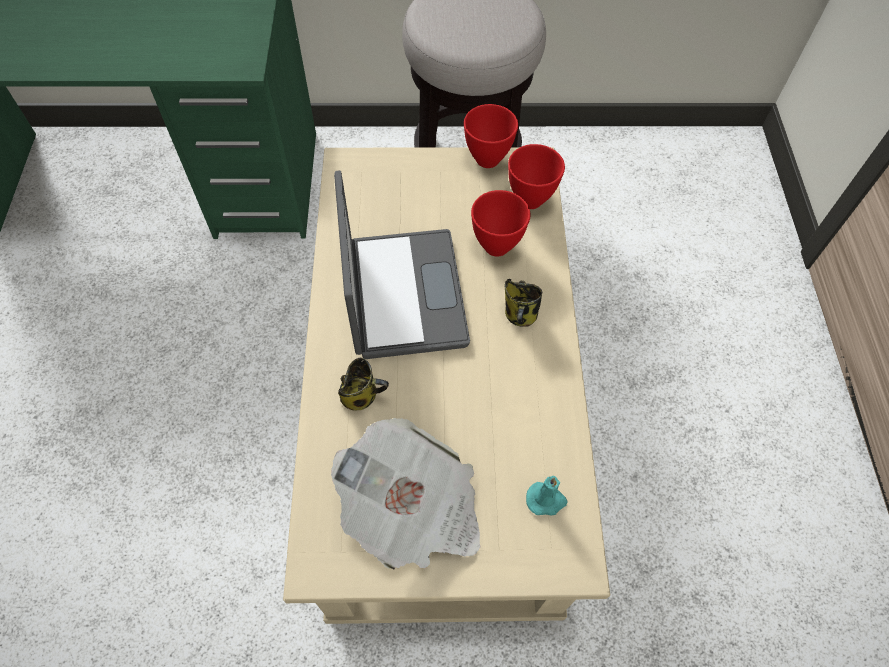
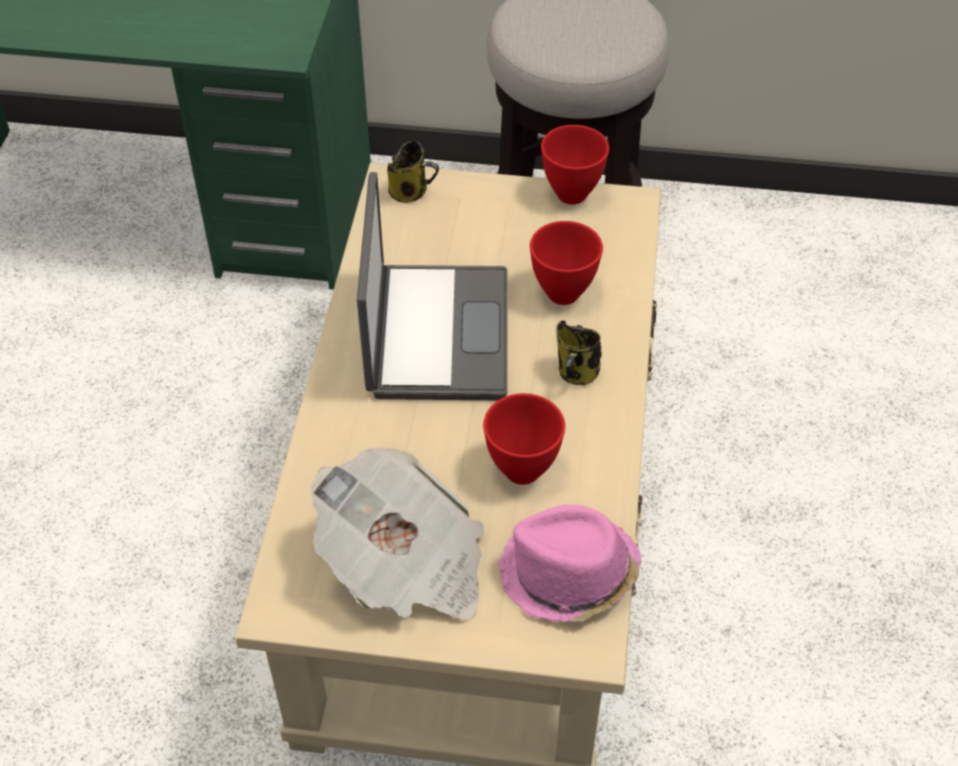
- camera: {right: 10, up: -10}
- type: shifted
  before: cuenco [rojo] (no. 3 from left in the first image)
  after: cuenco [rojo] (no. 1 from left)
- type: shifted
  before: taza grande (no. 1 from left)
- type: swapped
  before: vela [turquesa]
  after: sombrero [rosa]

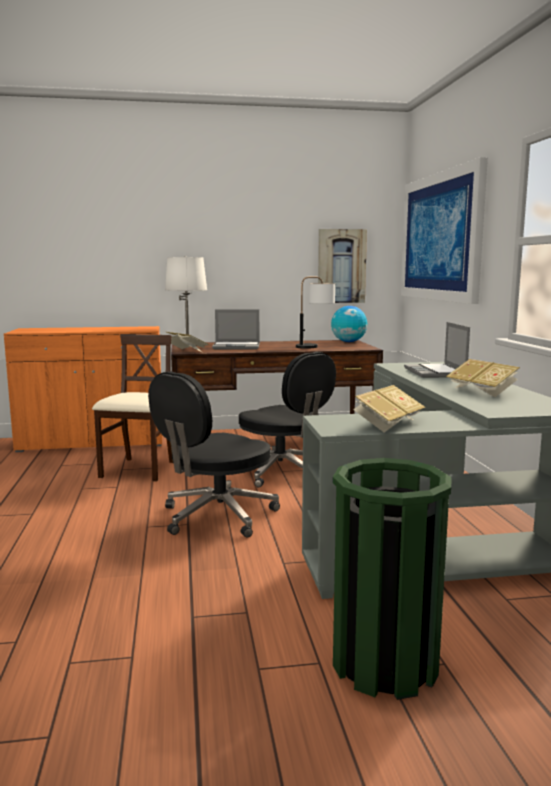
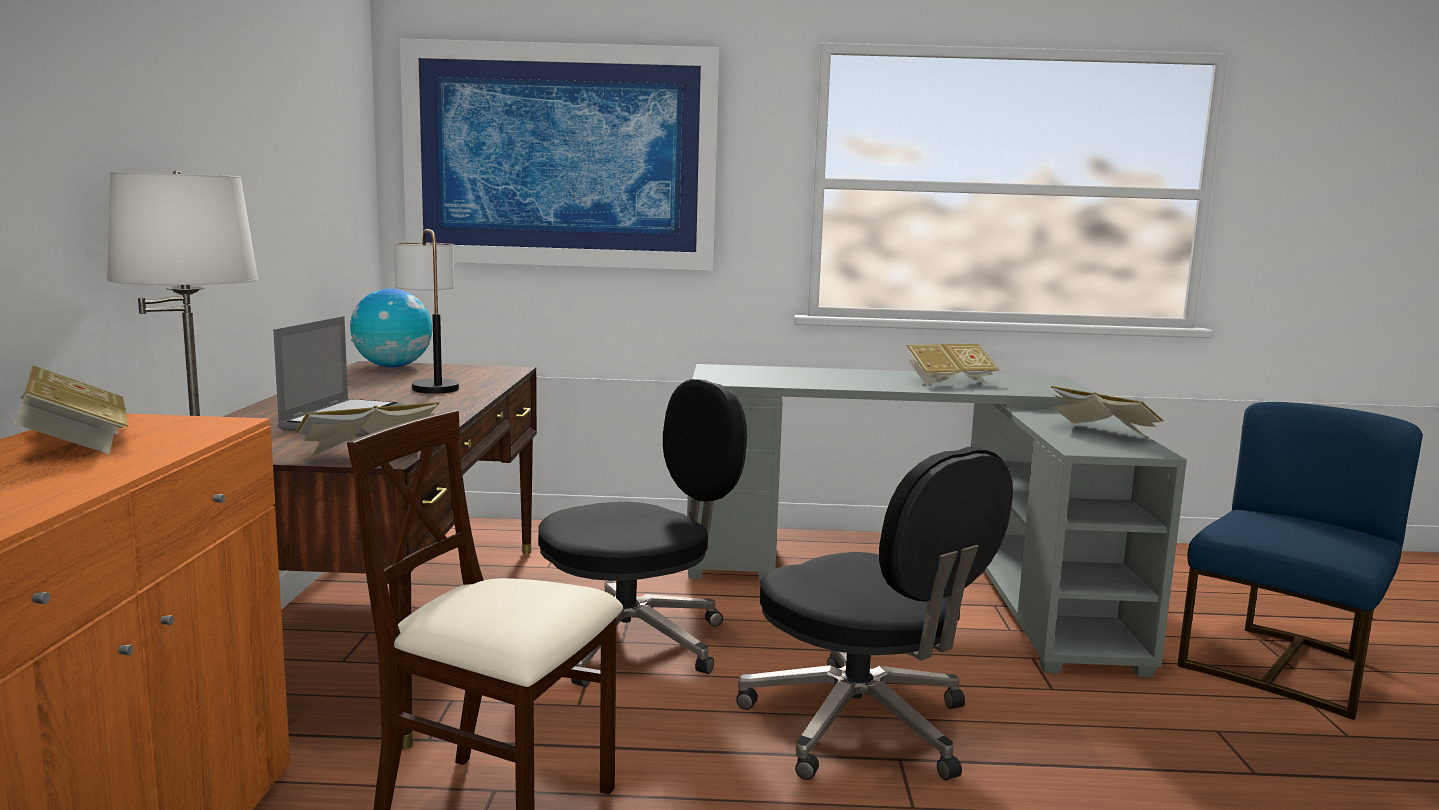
- camera: {right: -80, up: 0}
- type: gone
  before: cuadro (no. 1 from left)
- type: gone
  before: portátil (no. 2 from left)
- type: swapped
  before: papelera [verde]
  after: silla [azul]
- type: new
  after: libro (no. 1 from left)

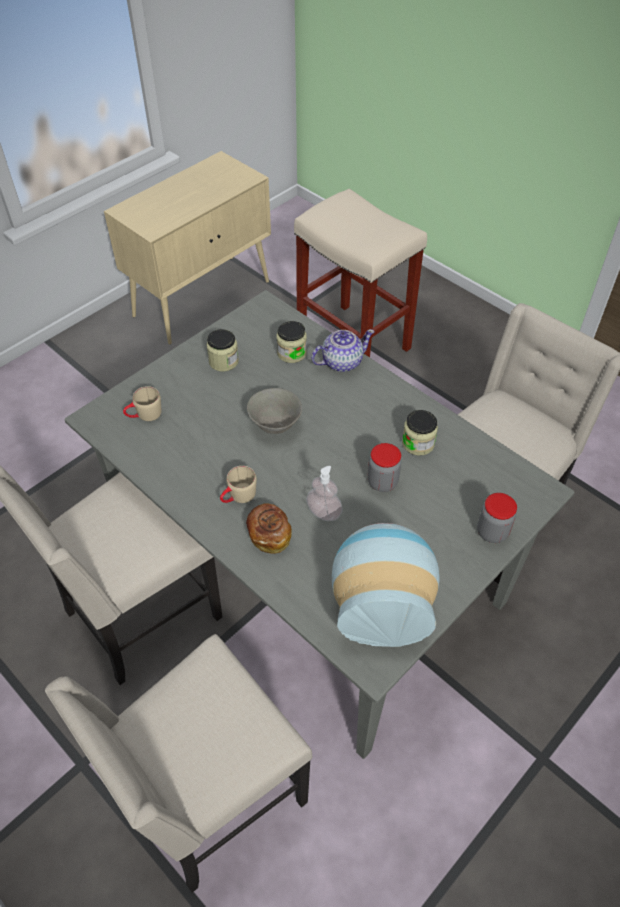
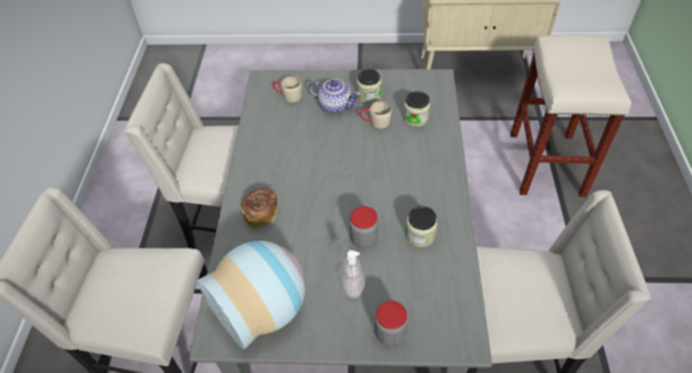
- camera: {right: 50, up: 0}
- type: shifted
  before: tetera
- type: gone
  before: cuenco [gris]
- type: shifted
  before: taza grande [beis] (no. 2 from left)
- type: shifted
  before: dispensador de jabón

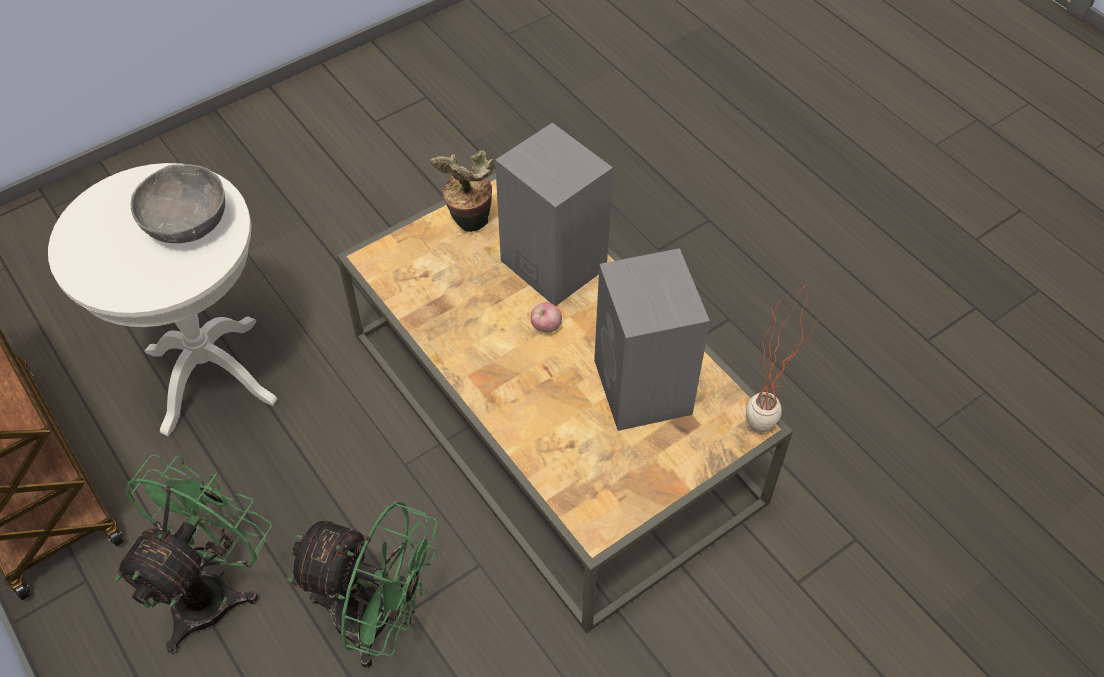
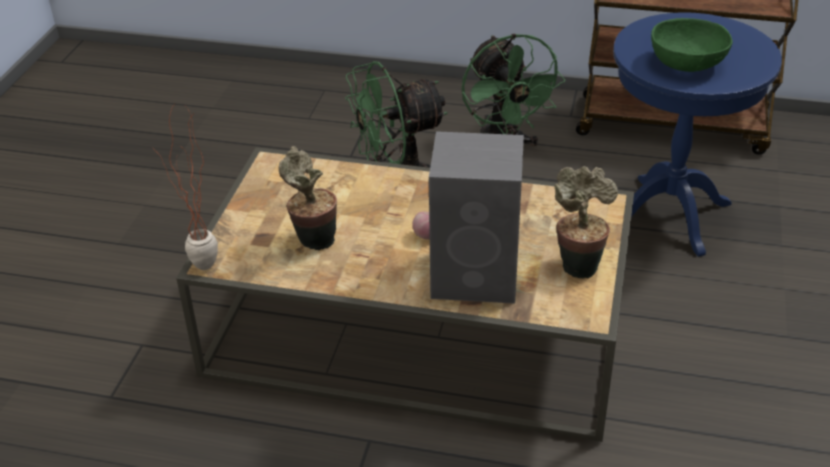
- camera: {right: 140, up: -15}
- type: repainted
  before: mesa auxiliar [blanco]
  after: mesa auxiliar [azul]
- type: repainted
  before: cuenco [gris]
  after: cuenco [verde]
- type: swapped
  before: altavoz [gris] (no. 2 from left)
  after: planta en maceta (no. 2 from left)

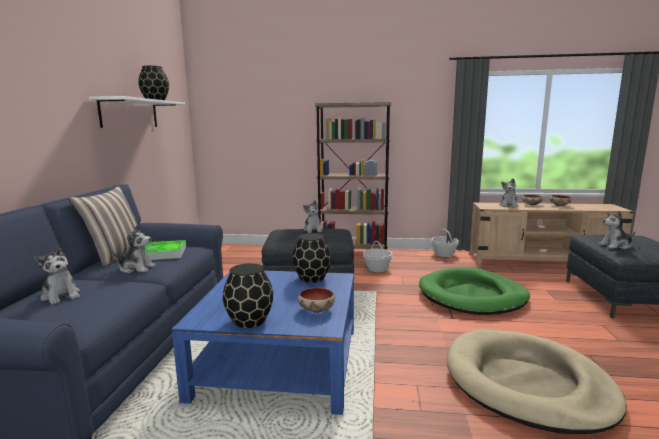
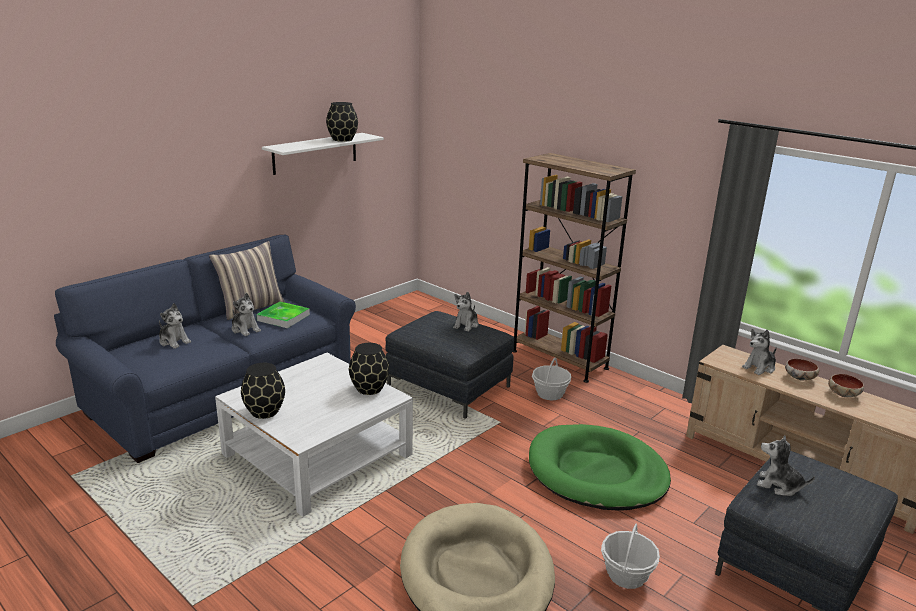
- camera: {right: 35, up: 10}
- type: shifted
  before: cesta (no. 2 from left)
- type: rotated
  before: peluche (no. 1 from left)
  turn: -45
- type: repainted
  before: mesa de centro [azul]
  after: mesa de centro [blanco]
- type: gone
  before: cuenco (no. 1 from left)

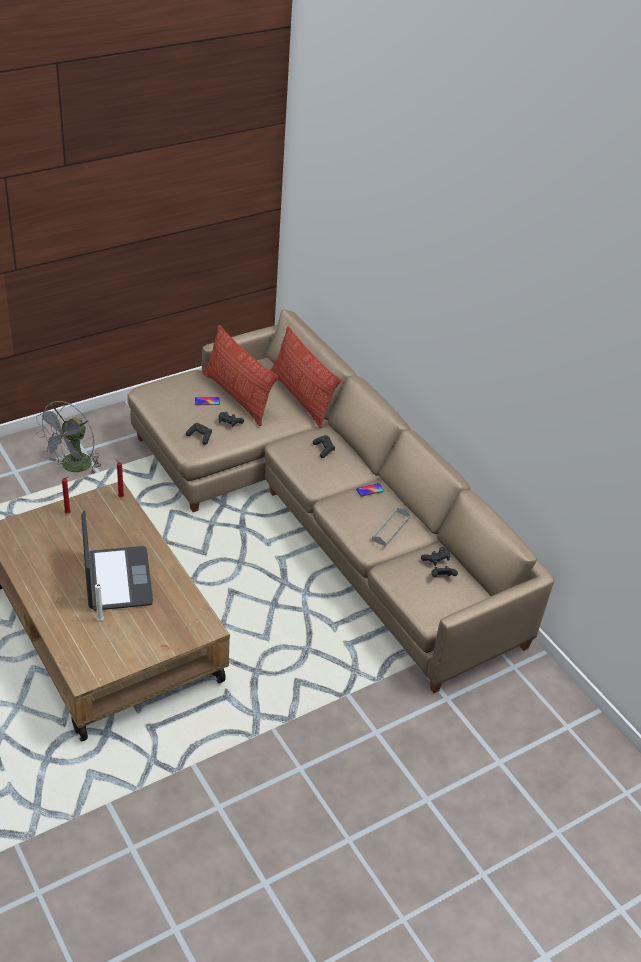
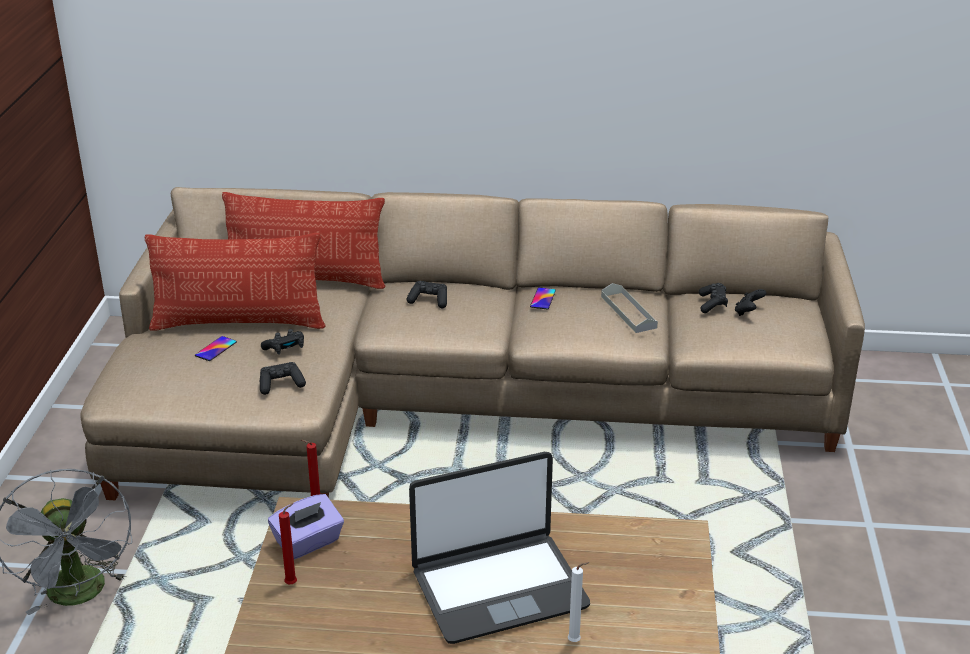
- camera: {right: -50, up: -10}
- type: rotated
  before: portátil
  turn: 135
- type: new
  after: caja de pañuelos [morado]

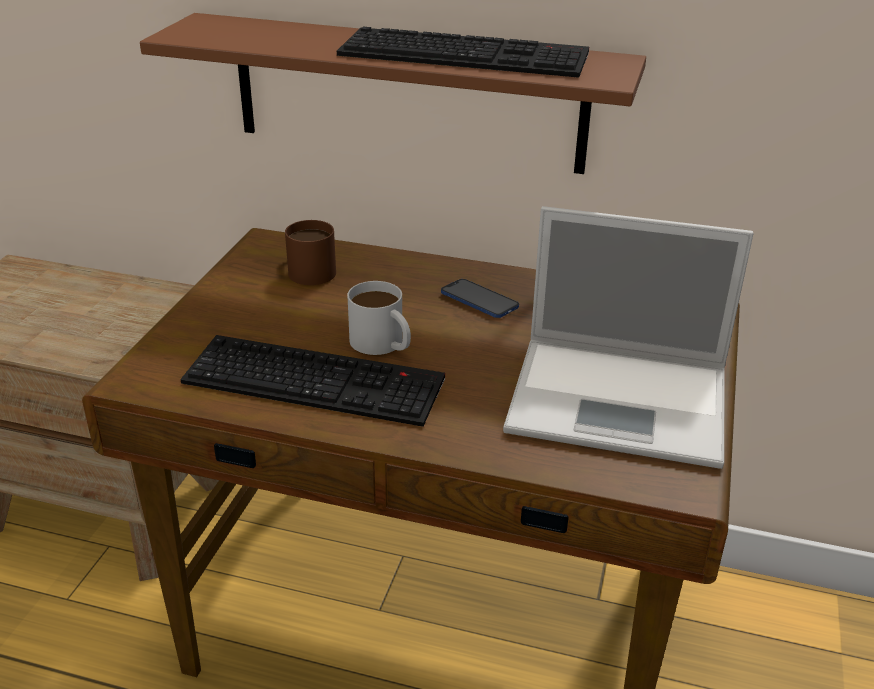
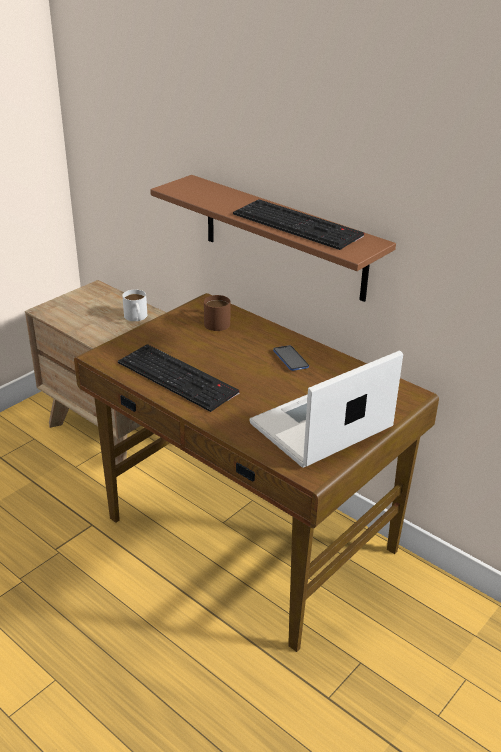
- camera: {right: 25, up: 0}
- type: rotated
  before: portátil
  turn: 105
- type: shifted
  before: taza grande [blanco]

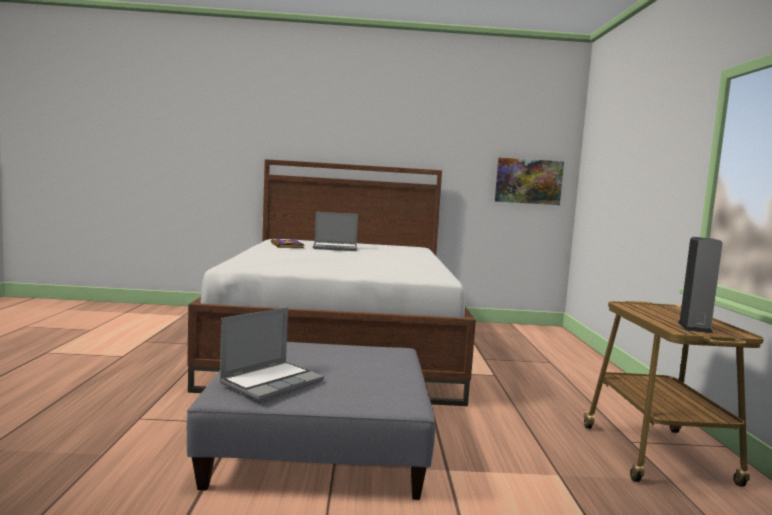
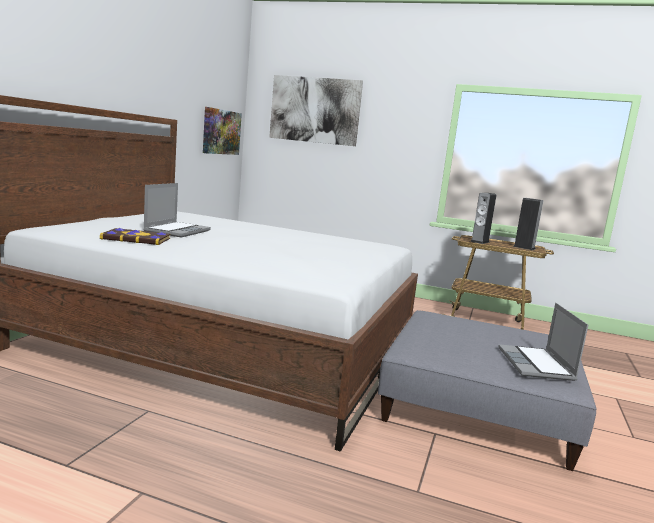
- camera: {right: -70, up: 5}
- type: rotated
  before: portátil (no. 1 from left in the first image)
  turn: -150
- type: new
  after: cuadro (no. 2 from left)
- type: new
  after: altavoz (no. 1 from left)

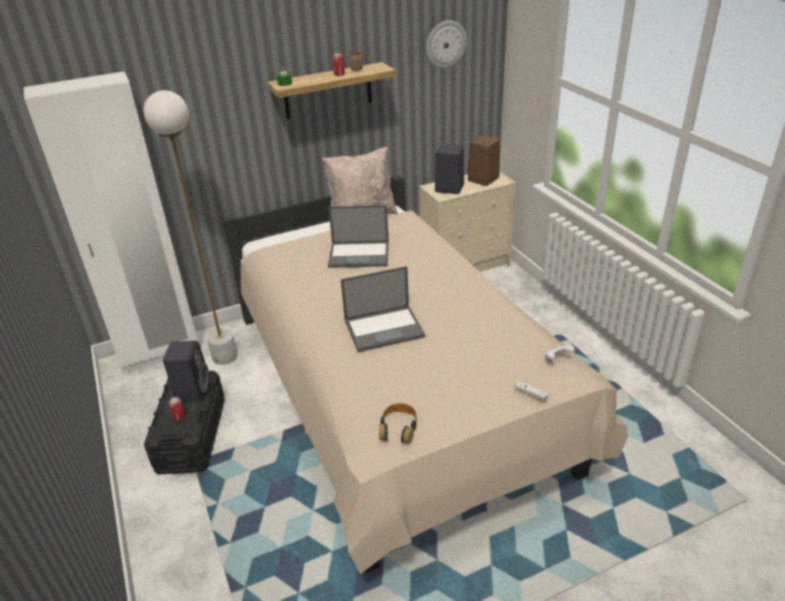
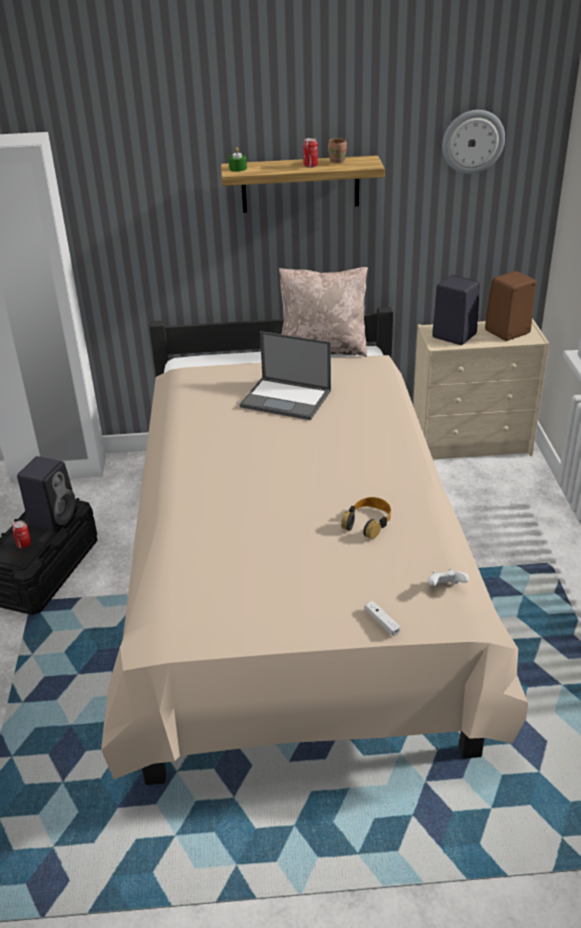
- camera: {right: 20, up: 0}
- type: gone
  before: lámpara de pie [blanco]
- type: gone
  before: portátil (no. 2 from left)
- type: shifted
  before: auriculares

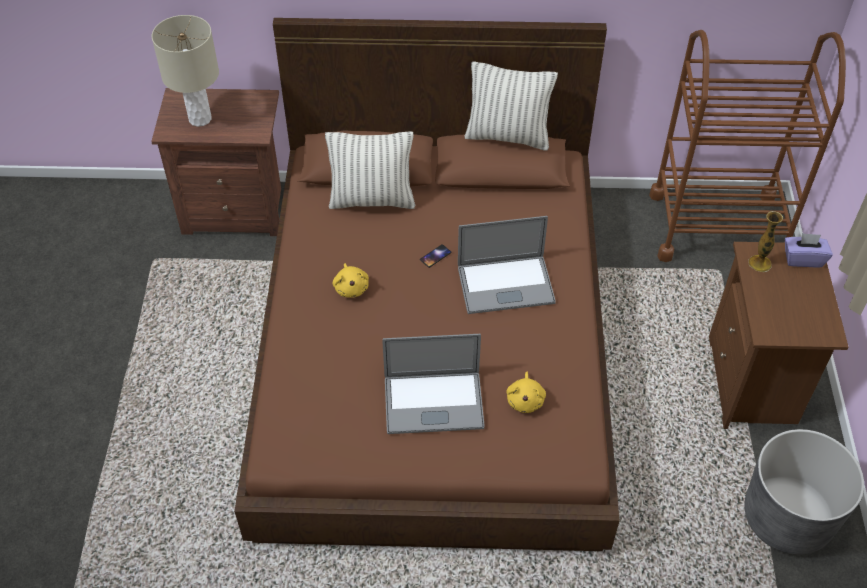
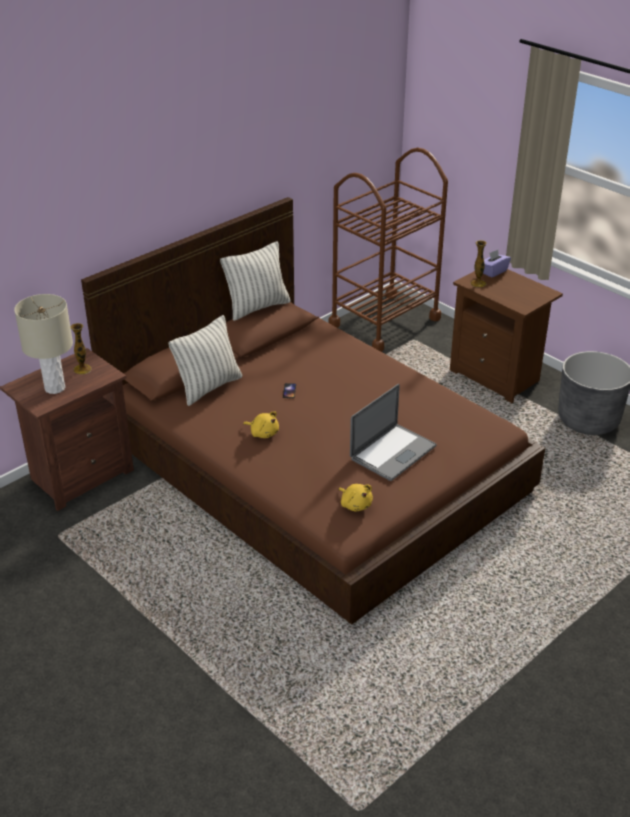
- camera: {right: -45, up: -15}
- type: gone
  before: portátil (no. 2 from left)
- type: shifted
  before: peluche [amarillo] (no. 2 from left)
- type: new
  after: florero (no. 1 from left)

